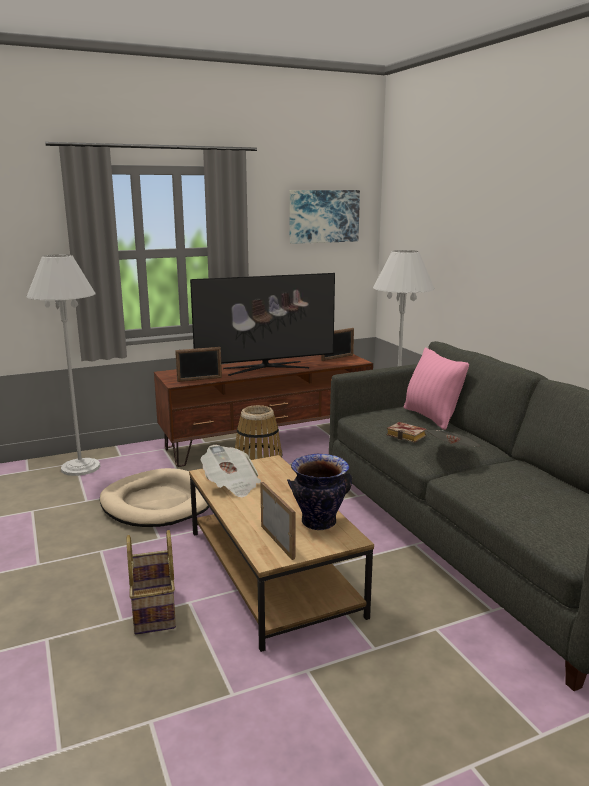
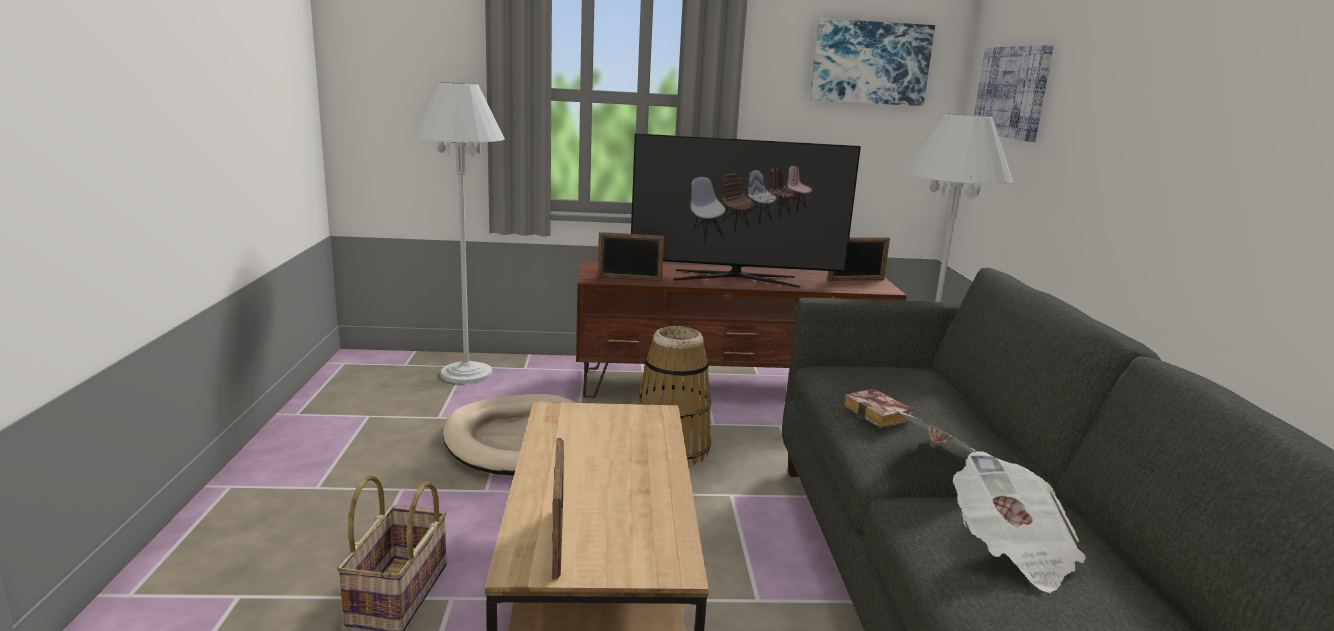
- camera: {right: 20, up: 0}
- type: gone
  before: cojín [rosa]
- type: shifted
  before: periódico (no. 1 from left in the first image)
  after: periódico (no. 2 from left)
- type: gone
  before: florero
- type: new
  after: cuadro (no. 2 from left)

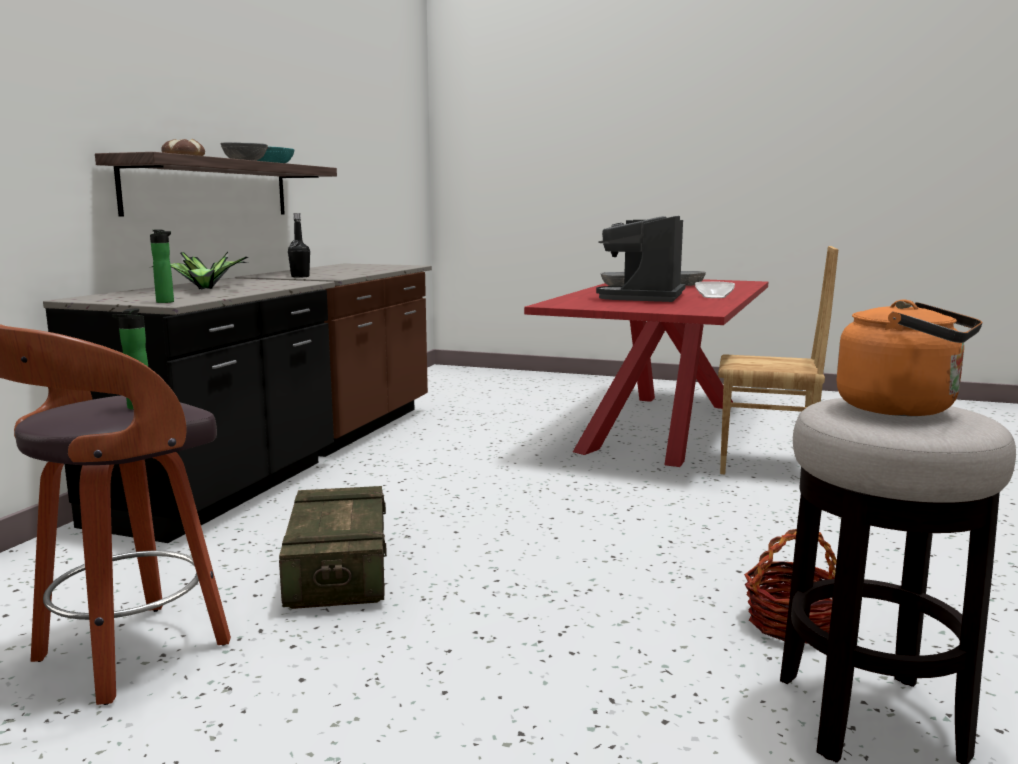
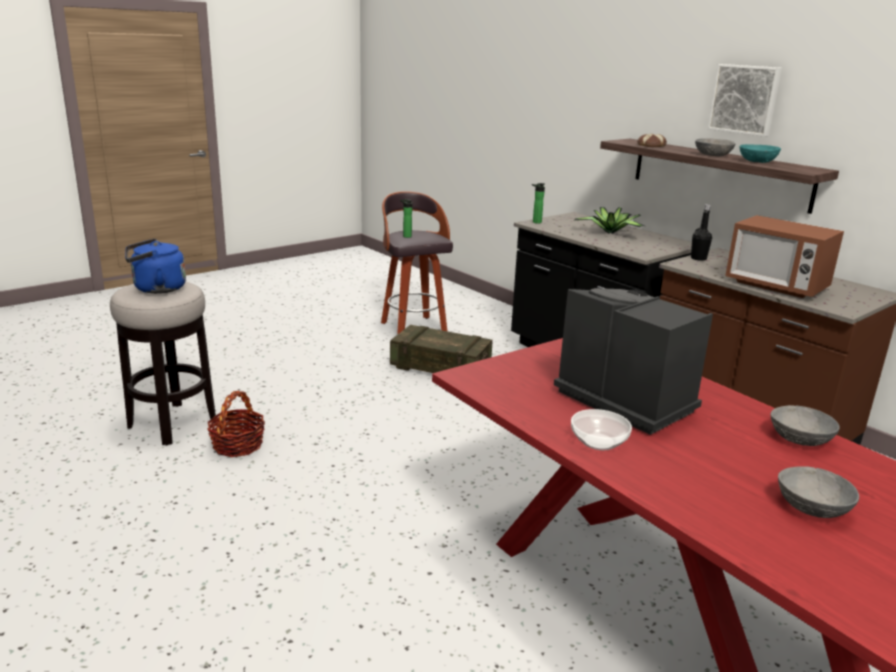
- camera: {right: 120, up: 10}
- type: gone
  before: silla [marrón]
- type: repainted
  before: hervidor [naranja]
  after: hervidor [azul]
- type: new
  after: cuadro
- type: new
  after: microondas

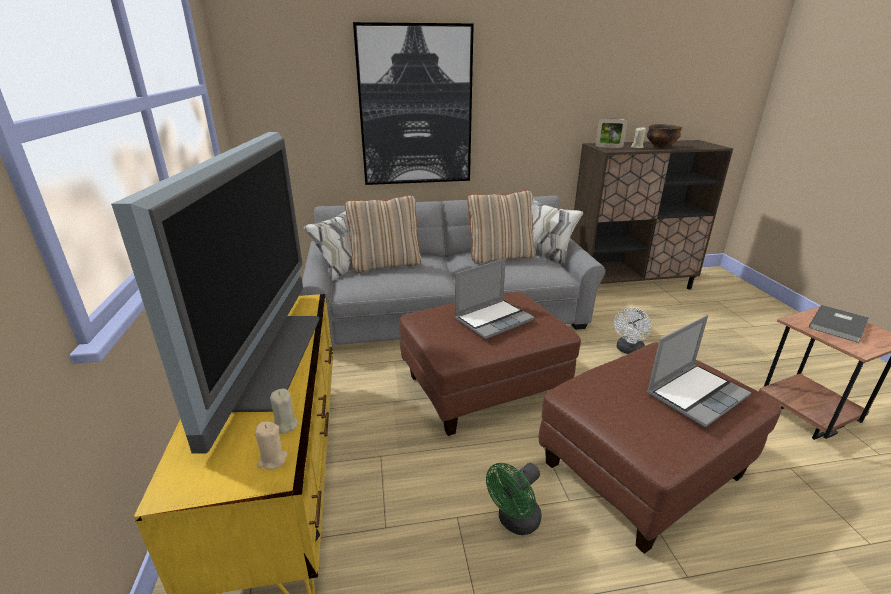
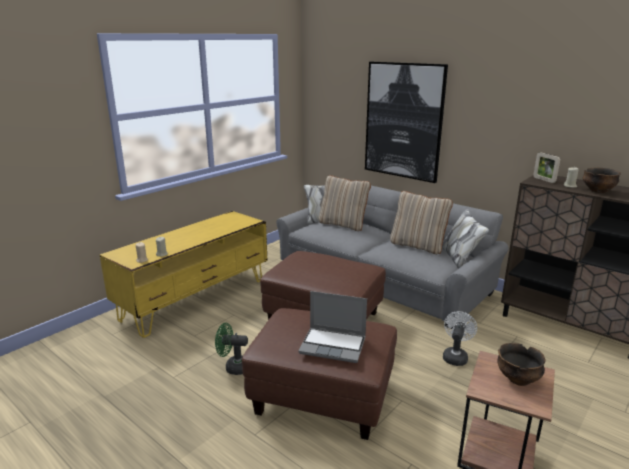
- camera: {right: 50, up: -5}
- type: gone
  before: televisor
- type: gone
  before: portátil (no. 1 from left)
- type: swapped
  before: libro [gris]
  after: cuenco (no. 1 from left)
- type: rotated
  before: ventilador [blanco]
  turn: 120

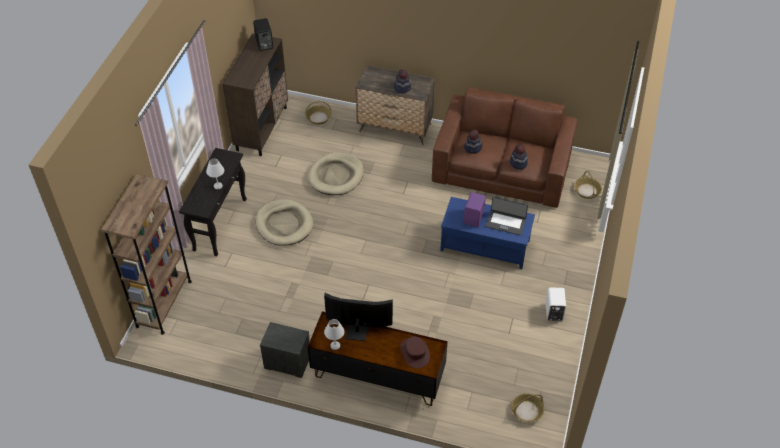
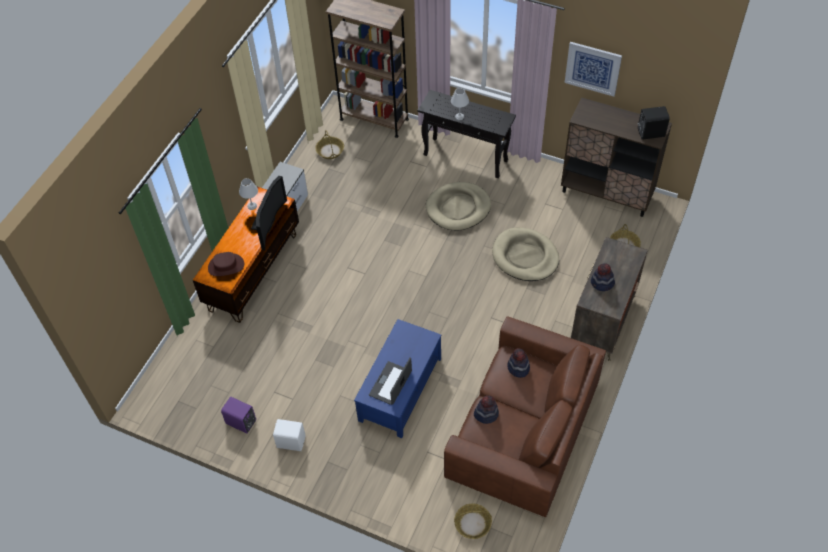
- camera: {right: 100, up: 5}
- type: shifted
  before: altavoz [morado]
- type: shifted
  before: cesta (no. 2 from left in the first image)
  after: cesta (no. 1 from left)
- type: new
  after: cuadro

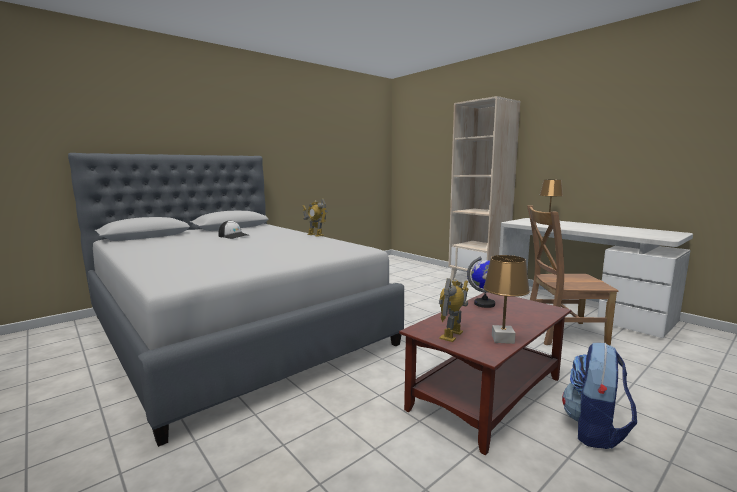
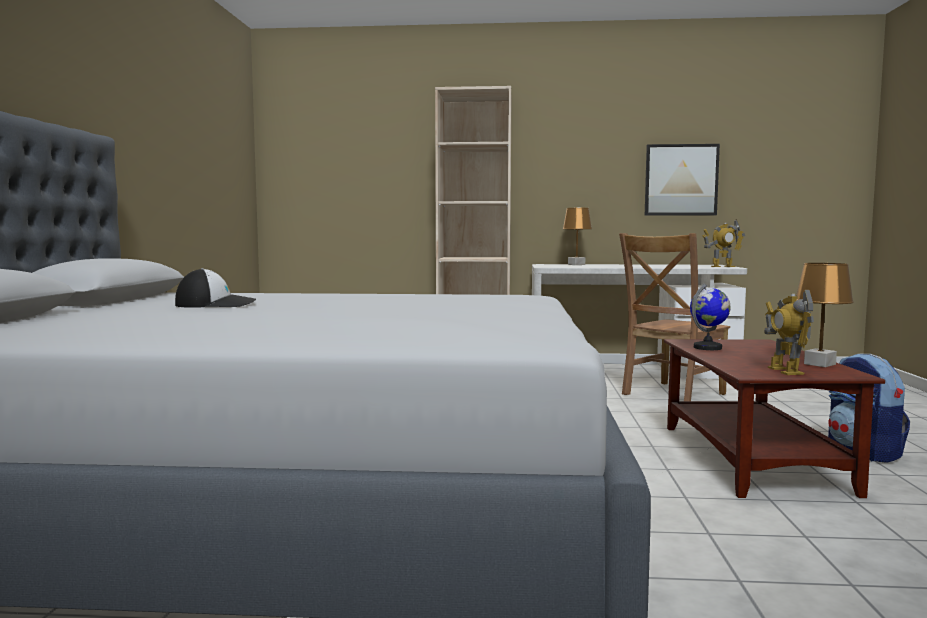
- camera: {right: -45, up: -5}
- type: shifted
  before: robot de juguete (no. 1 from left)
- type: new
  after: cuadro

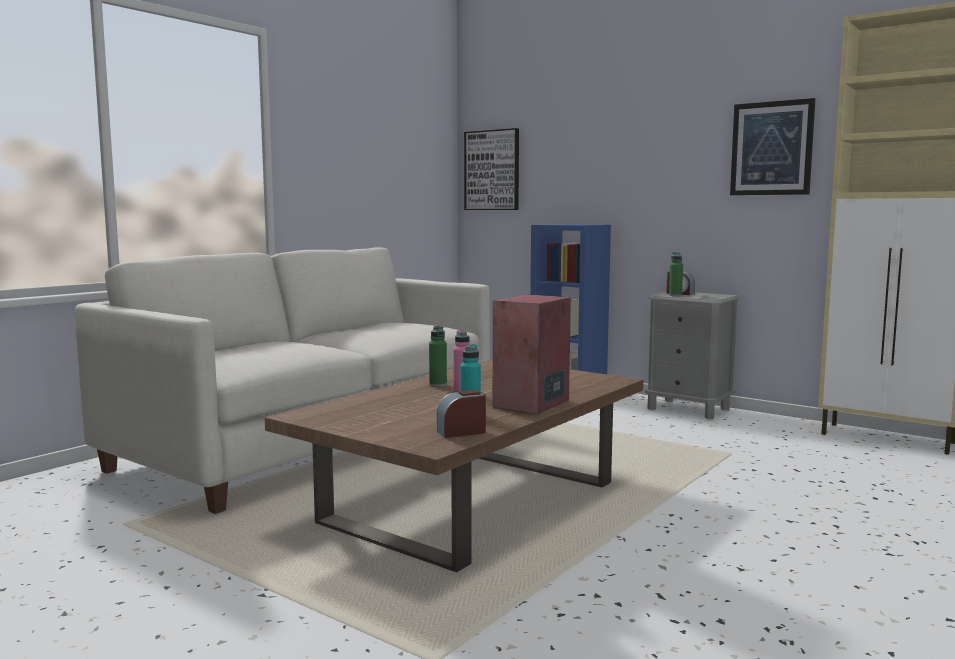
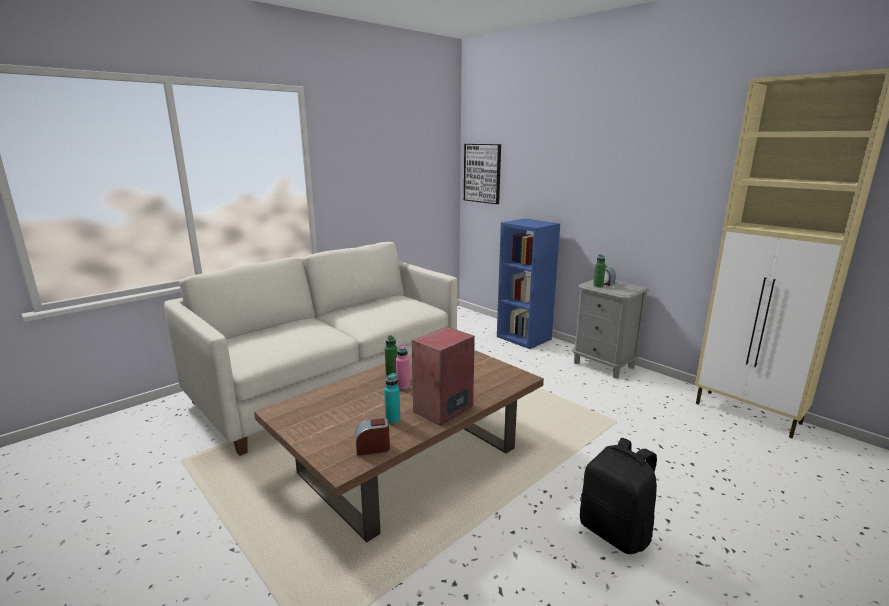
- camera: {right: 10, up: 10}
- type: gone
  before: cuadro (no. 2 from left)
- type: new
  after: mochila [negro]

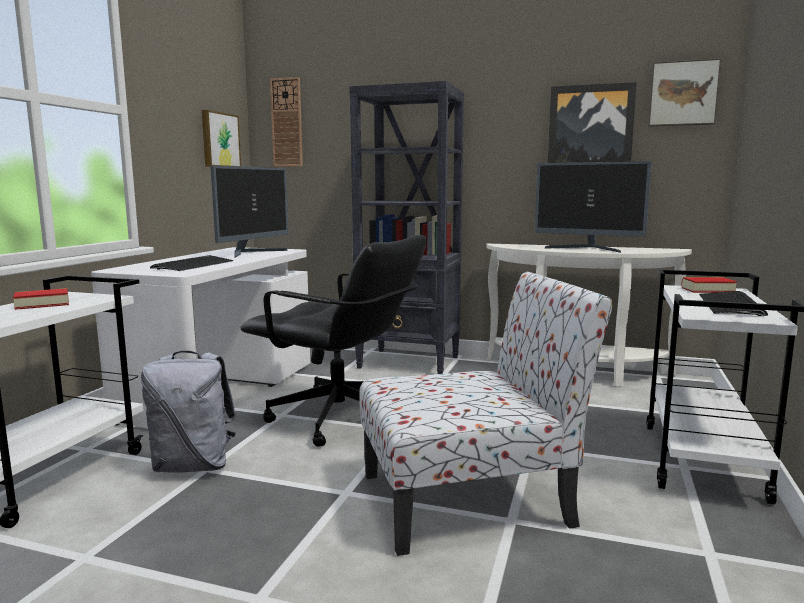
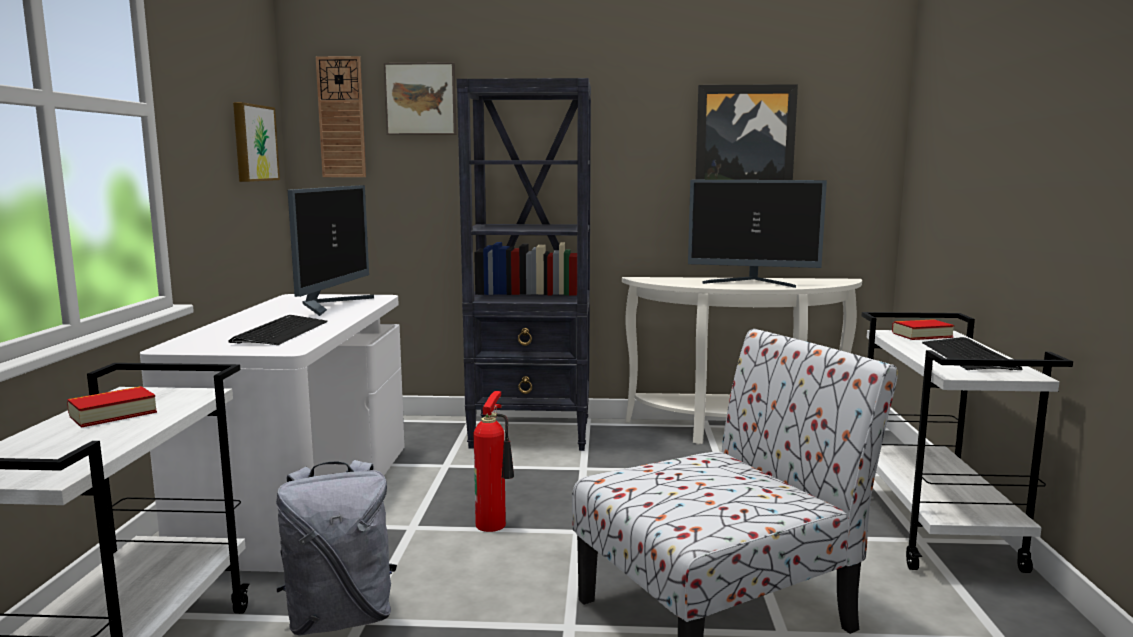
- camera: {right: -15, up: 0}
- type: shifted
  before: cuadro (no. 3 from left in the first image)
  after: cuadro (no. 2 from left)
- type: swapped
  before: silla de oficina [negro]
  after: extintor

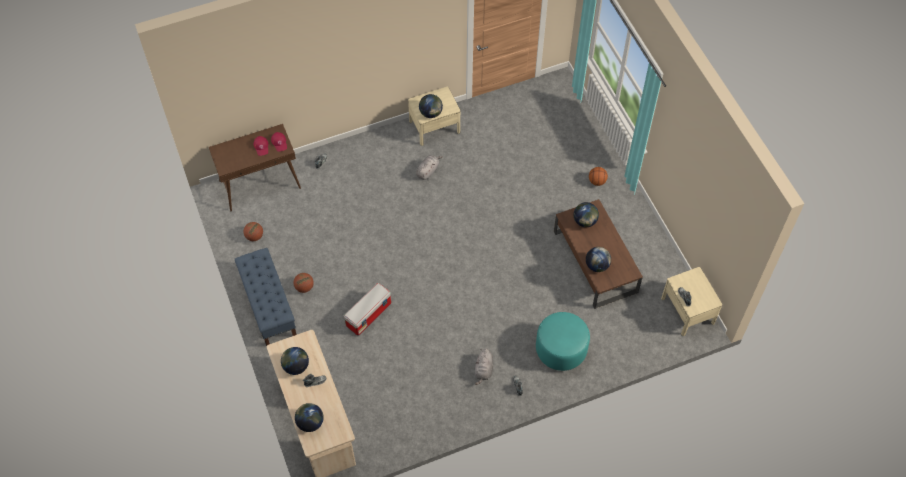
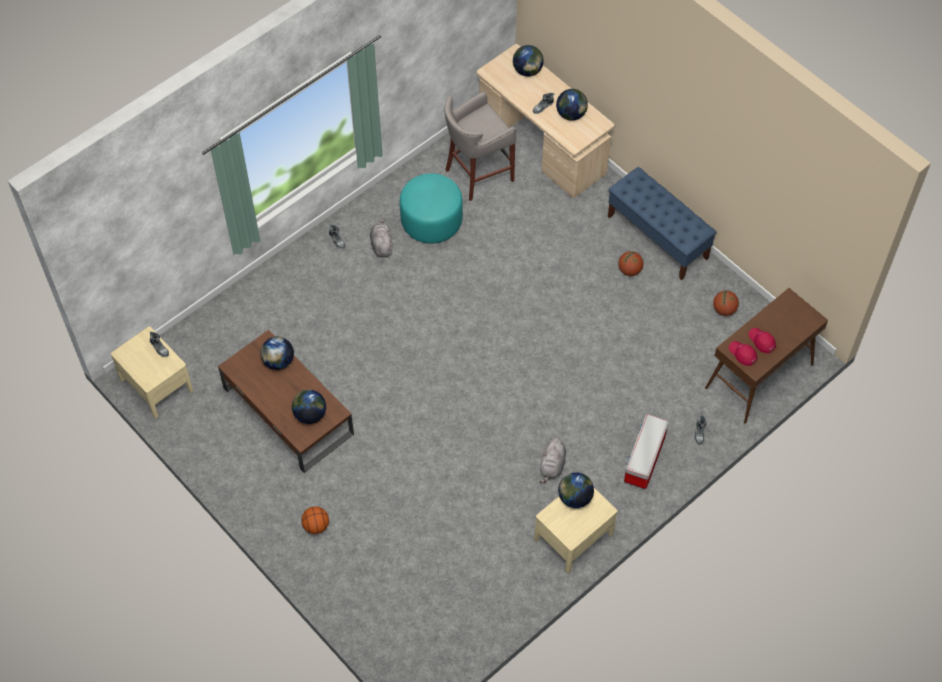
- camera: {right: 160, up: 0}
- type: shifted
  before: caja de almacenaje
- type: shifted
  before: puf [turquesa]
- type: new
  after: taburete [gris]

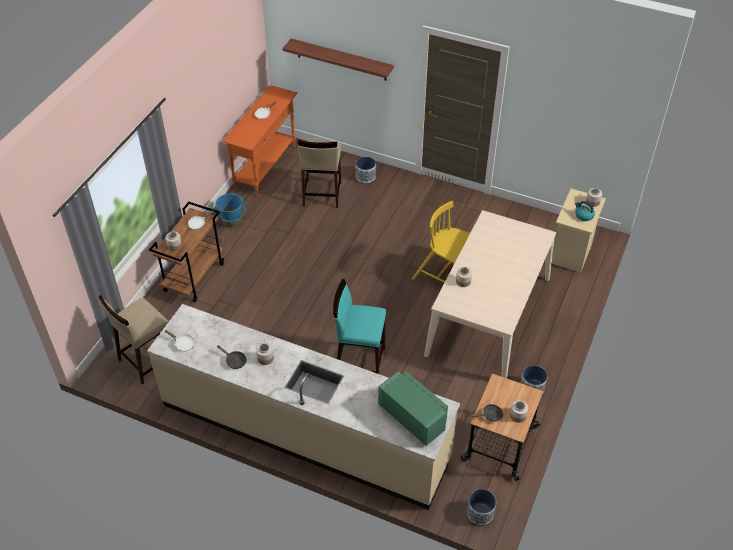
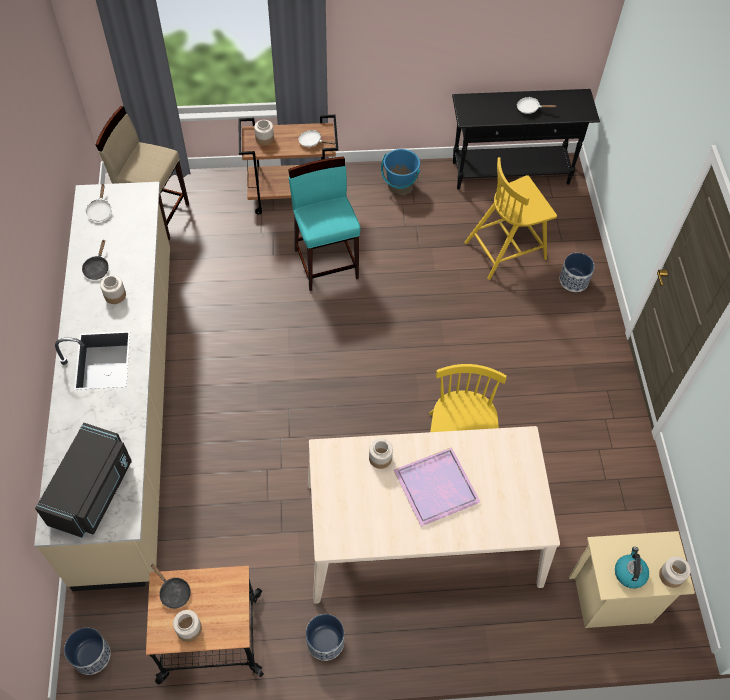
- camera: {right: 60, up: 10}
- type: gone
  before: estante
- type: repainted
  before: mesa consola [naranja]
  after: mesa consola [negro]
- type: swapped
  before: taburete [beis] (no. 2 from left)
  after: silla [amarillo] (no. 2 from left)
- type: shifted
  before: taburete [turquesa]
- type: repainted
  before: microondas [verde]
  after: microondas [negro]
- type: new
  after: bandeja [morado]

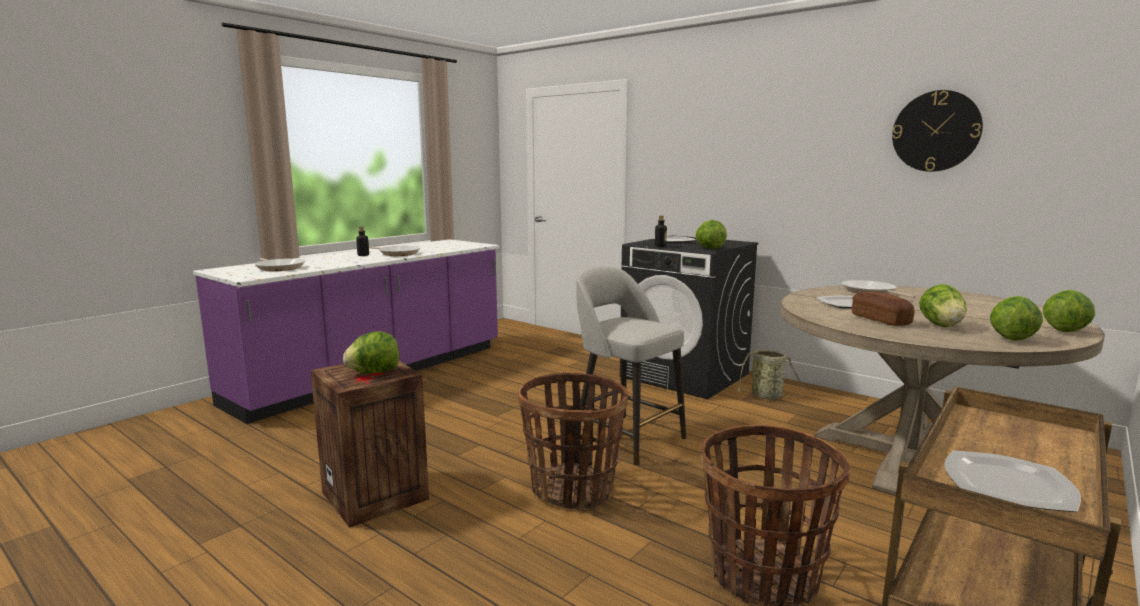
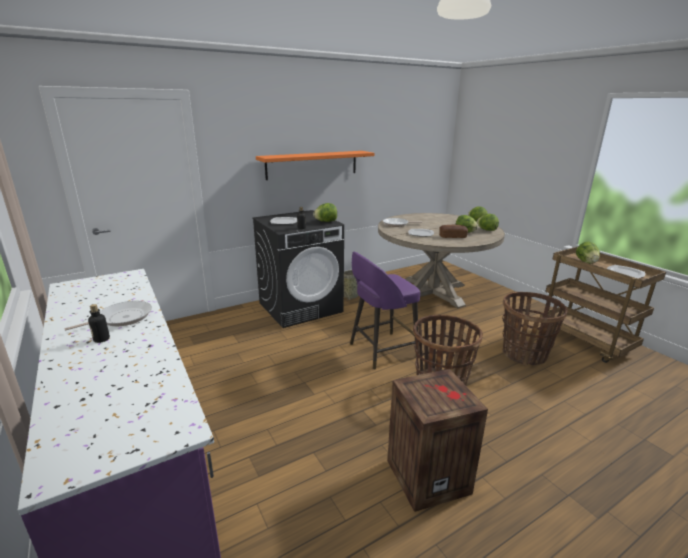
- camera: {right: -70, up: 10}
- type: gone
  before: reloj de pared
- type: gone
  before: sartén (no. 1 from left)
- type: repainted
  before: taburete [gris]
  after: taburete [morado]
- type: shifted
  before: lechuga (no. 1 from left in the first image)
  after: lechuga (no. 5 from left)
- type: new
  after: estante [naranja]

